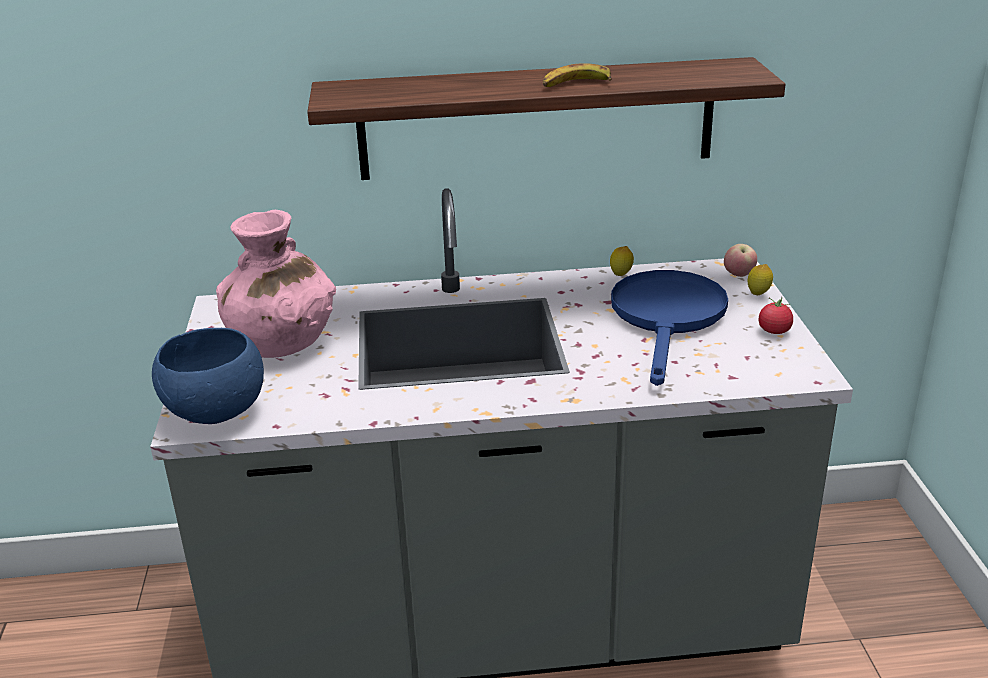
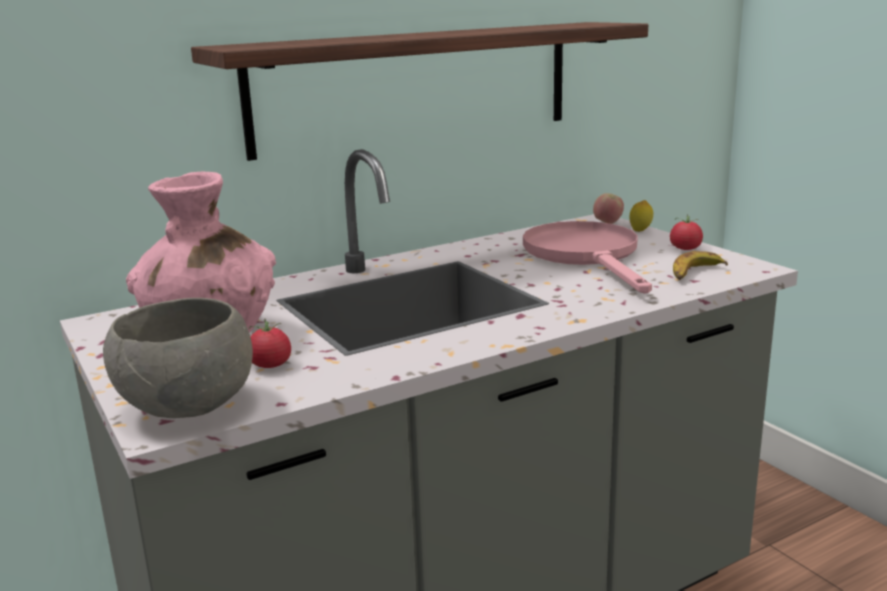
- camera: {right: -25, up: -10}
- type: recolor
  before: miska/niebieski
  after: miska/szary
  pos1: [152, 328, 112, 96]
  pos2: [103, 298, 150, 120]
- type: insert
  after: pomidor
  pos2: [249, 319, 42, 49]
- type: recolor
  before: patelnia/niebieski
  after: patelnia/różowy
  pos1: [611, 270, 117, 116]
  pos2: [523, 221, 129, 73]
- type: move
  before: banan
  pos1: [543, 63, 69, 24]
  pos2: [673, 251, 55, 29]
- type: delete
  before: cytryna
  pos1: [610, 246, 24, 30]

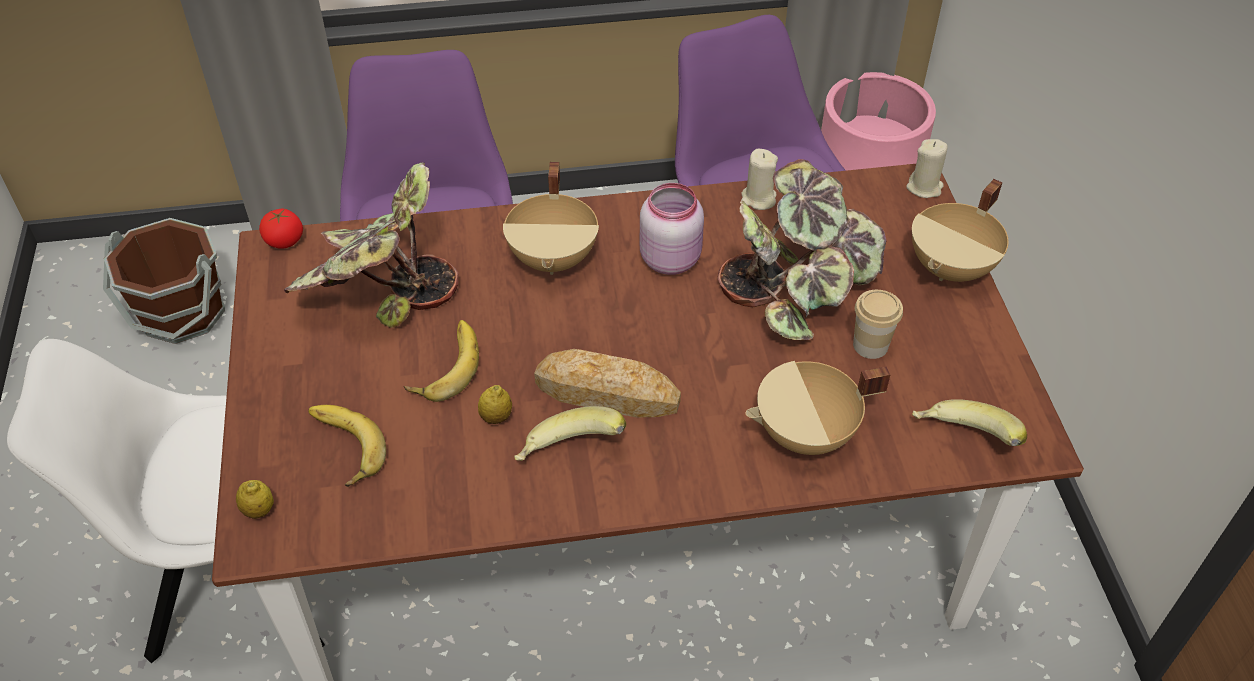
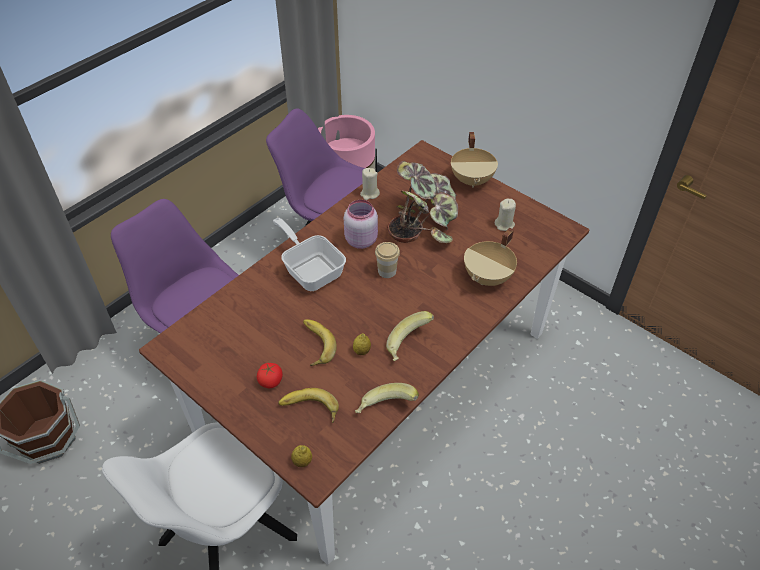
- camera: {right: -40, up: 0}
- type: move
  before: pomidor
  pos1: [259, 209, 44, 40]
  pos2: [257, 363, 26, 25]
- type: replace
  before: garnek/beżowy
  after: patelnia
  pos1: [503, 162, 96, 113]
  pos2: [273, 218, 73, 73]
- type: move
  before: banan
  pos1: [912, 399, 115, 47]
  pos2: [355, 383, 64, 30]
- type: move
  before: filiżanka
  pos1: [853, 290, 50, 69]
  pos2: [375, 242, 25, 36]
- type: move
  before: świeca/beżowy
  pos1: [906, 139, 42, 59]
  pos2: [495, 199, 21, 32]
- type: delete
  before: roślina doniczkowa
  pos1: [284, 163, 174, 165]
- type: delete
  before: chleb
  pos1: [534, 349, 147, 69]

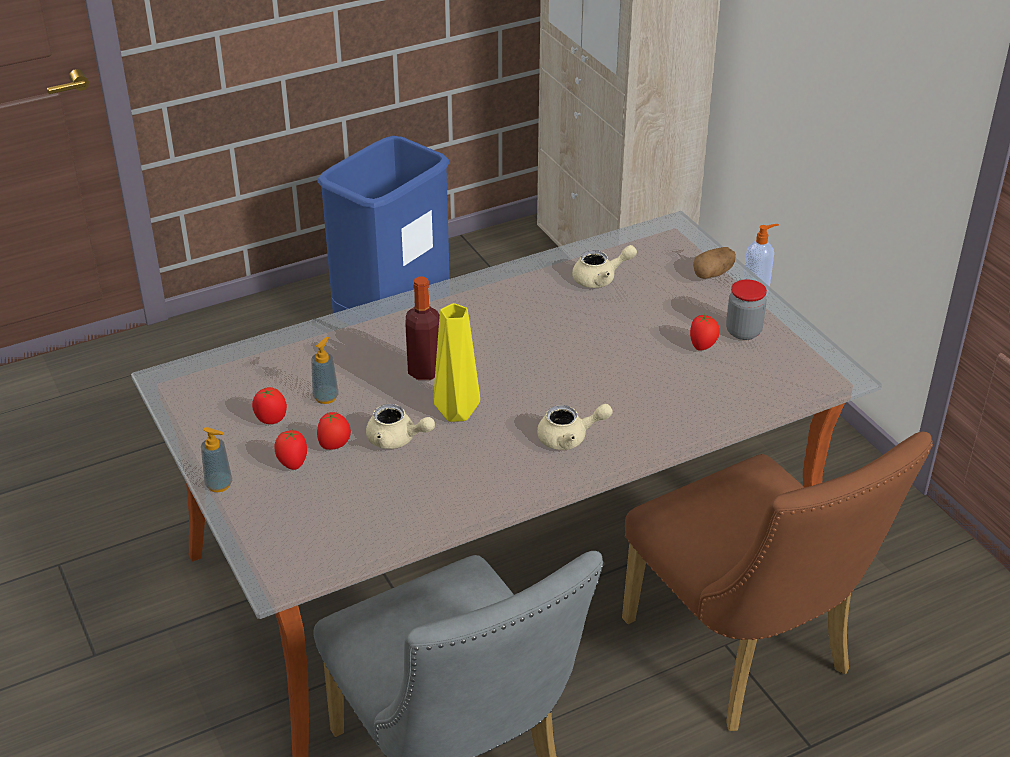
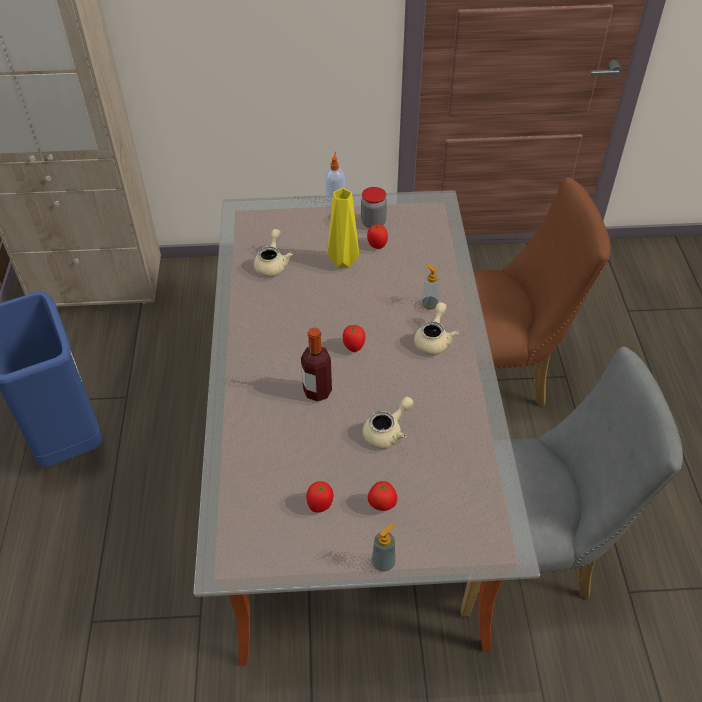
- camera: {right: -65, up: 10}
- type: move
  before: wazon/żółty
  pos1: [433, 303, 47, 119]
  pos2: [327, 188, 32, 80]
- type: move
  before: pomidor
  pos1: [317, 412, 34, 38]
  pos2: [343, 325, 22, 27]
- type: move
  before: dozownik mydła
  pos1: [311, 337, 27, 67]
  pos2: [421, 263, 19, 46]
- type: delete
  before: ziemniak
  pos1: [693, 247, 43, 32]

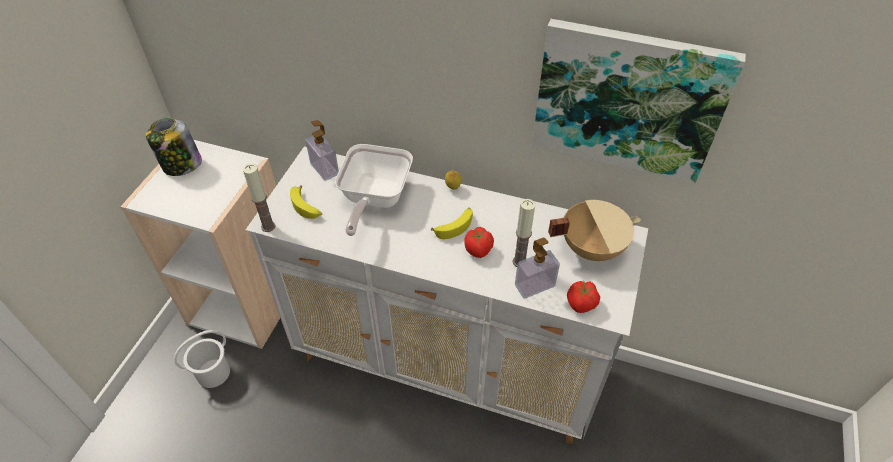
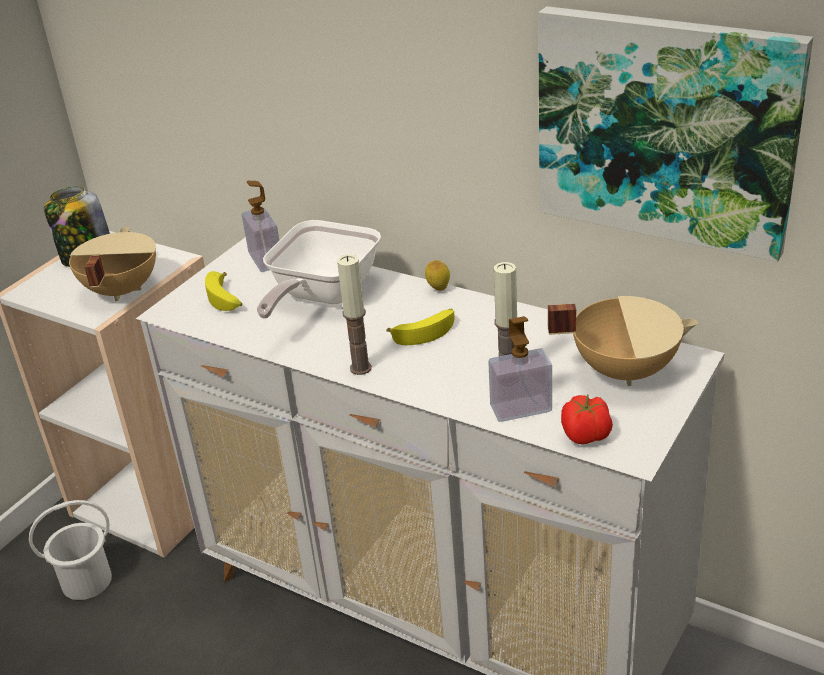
- camera: {right: 15, up: -15}
- type: insert
  after: garnek/beżowy
  pos2: [69, 227, 87, 74]
- type: move
  before: świeca
  pos1: [243, 164, 32, 68]
  pos2: [337, 254, 35, 121]
- type: delete
  before: pomidor
  pos1: [464, 227, 30, 31]

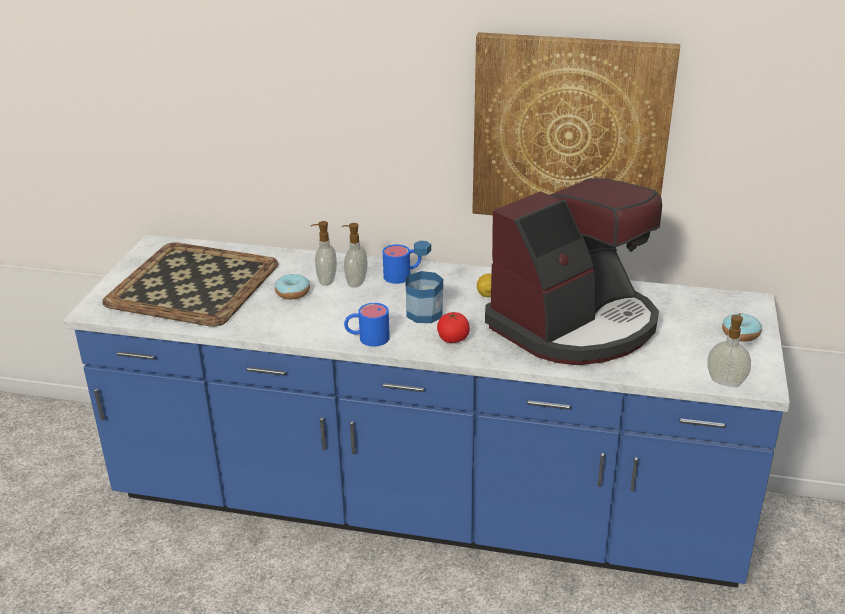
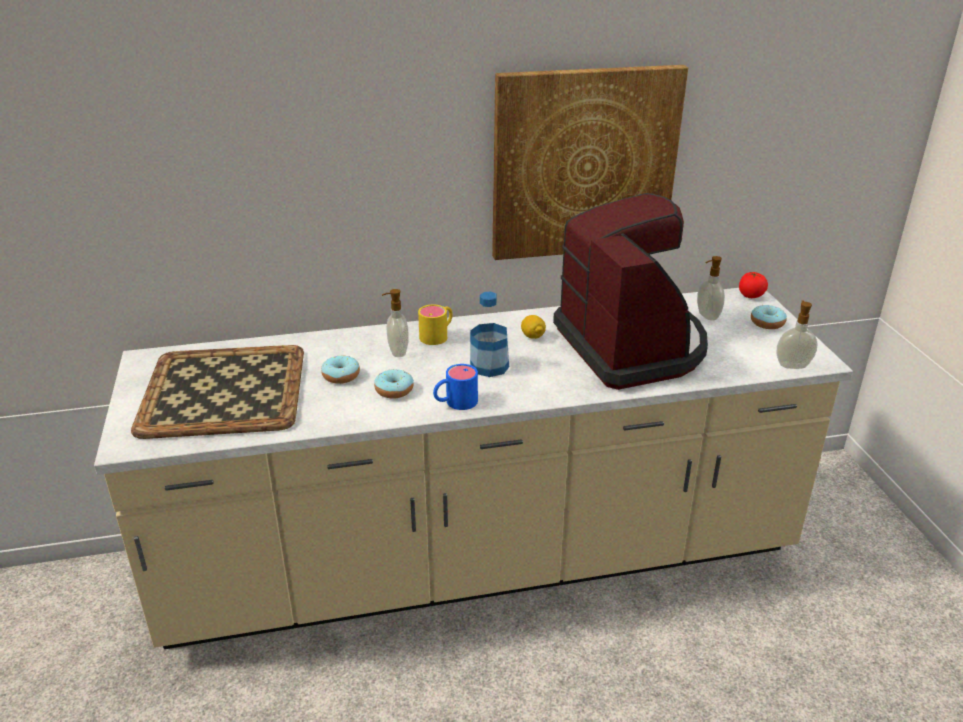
- camera: {right: -25, up: 0}
- type: recolor
  before: zabudowa kuchenna/niebieski
  after: zabudowa kuchenna/beżowy
  pos1: [63, 235, 727, 353]
  pos2: [94, 288, 759, 361]
- type: insert
  after: donut
  pos2: [374, 369, 40, 30]
- type: recolor
  before: kubek/niebieski
  after: kubek/żółty
  pos1: [383, 244, 38, 40]
  pos2: [418, 304, 35, 41]
- type: rotate
  before: ekspres do kawy
  pos1: [485, 178, 177, 187]
  pos2: [553, 193, 155, 197]
  turn: -45
- type: move
  before: dozownik mydła
  pos1: [311, 221, 26, 65]
  pos2: [697, 256, 28, 65]
- type: move
  before: pomidor
  pos1: [437, 311, 33, 32]
  pos2: [739, 271, 29, 27]

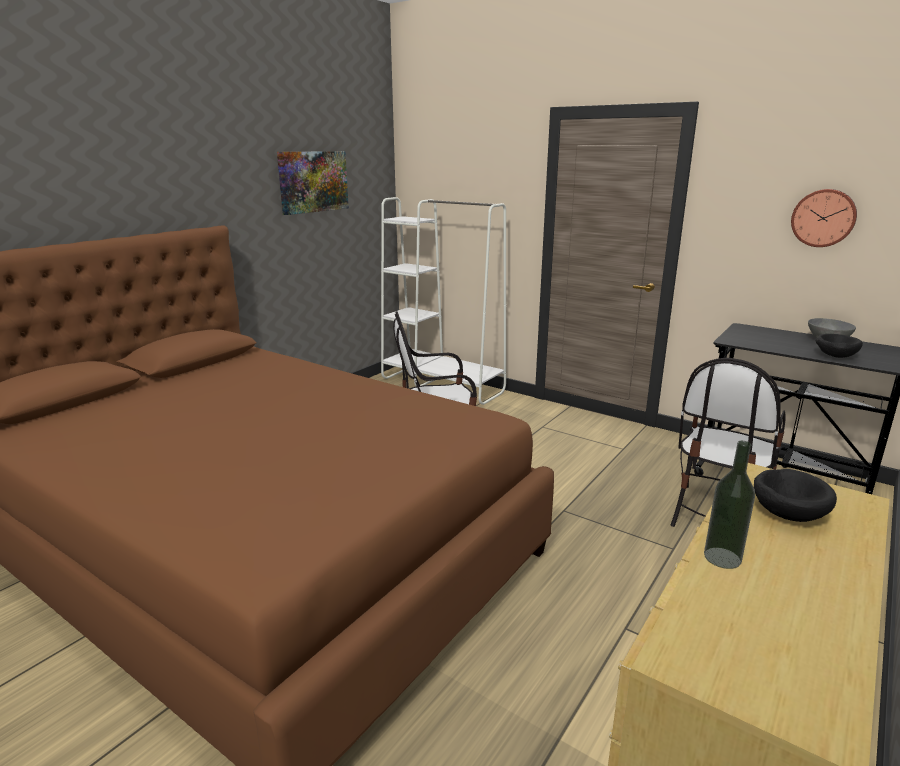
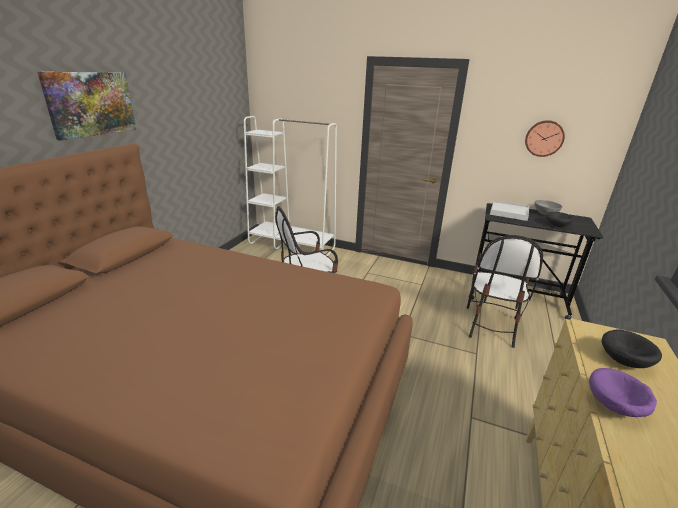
- camera: {right: -15, up: 5}
- type: move
  before: obraz
  pos1: [277, 151, 72, 64]
  pos2: [37, 72, 99, 68]
- type: insert
  after: taca/biały
  pos2: [490, 200, 39, 21]
- type: replace
  before: butelka
  after: miska/fioletowy
  pos1: [704, 441, 51, 128]
  pos2: [589, 368, 68, 49]

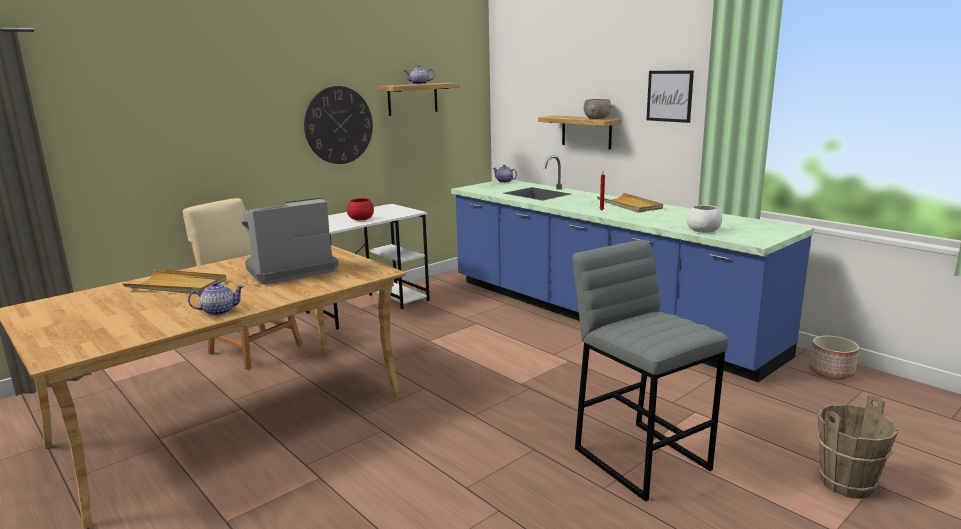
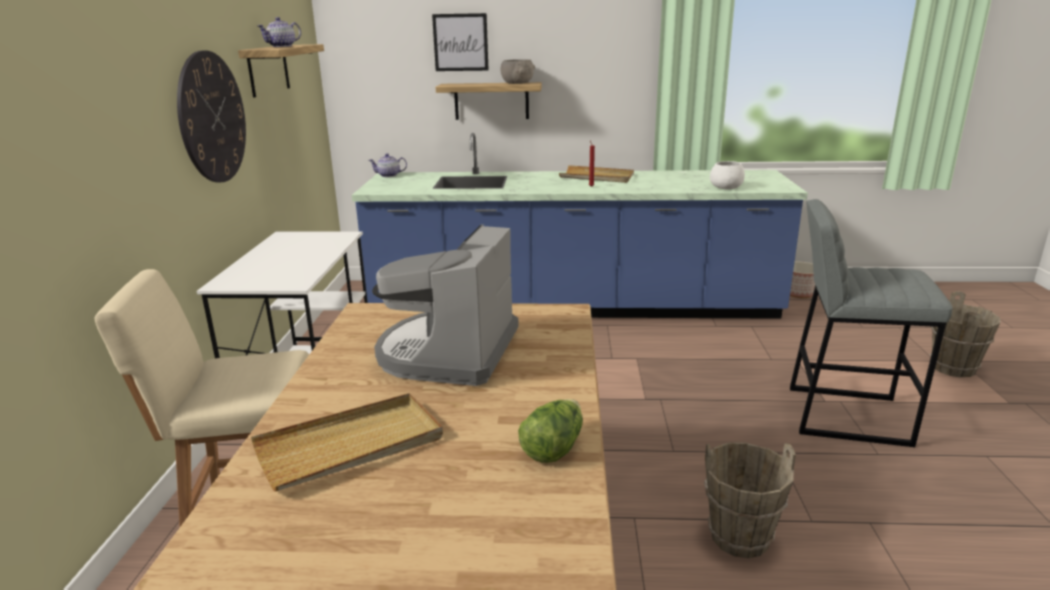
- camera: {right: -45, up: 5}
- type: move
  before: obraz
  pos1: [647, 70, 47, 53]
  pos2: [432, 13, 57, 58]
- type: replace
  before: imbryk
  after: sałata
  pos1: [188, 282, 56, 34]
  pos2: [518, 399, 65, 64]
- type: insert
  after: wiadro/brązowy
  pos2: [704, 442, 92, 116]
- type: delete
  before: miska/czerwony
  pos1: [347, 198, 27, 22]

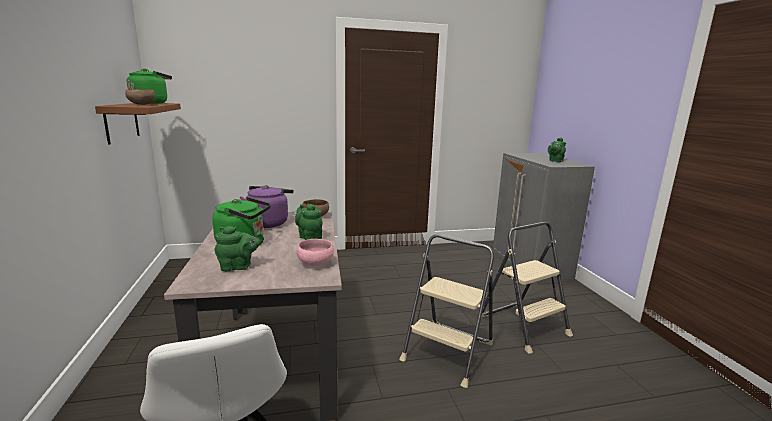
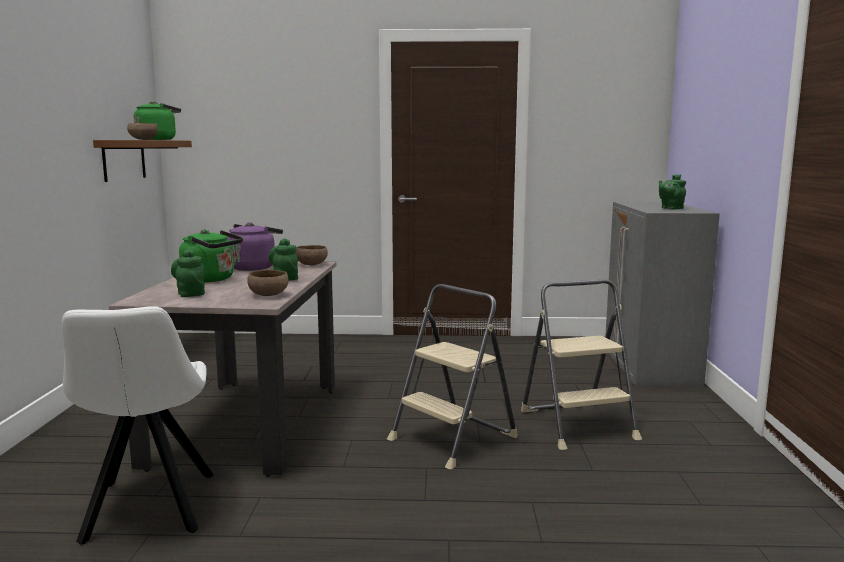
- camera: {right: 15, up: -5}
- type: rotate
  before: imbryk/zielony
  pos1: [215, 226, 49, 45]
  pos2: [171, 249, 34, 48]
  turn: -120
- type: recolor
  before: miska/różowy
  after: miska/brązowy
  pos1: [297, 239, 37, 27]
  pos2: [247, 270, 42, 26]

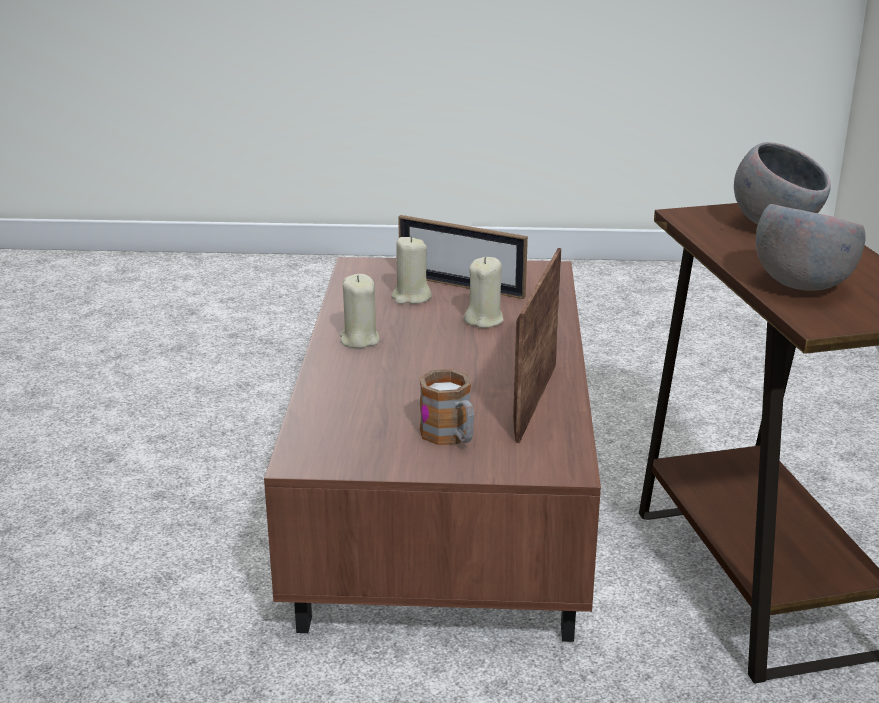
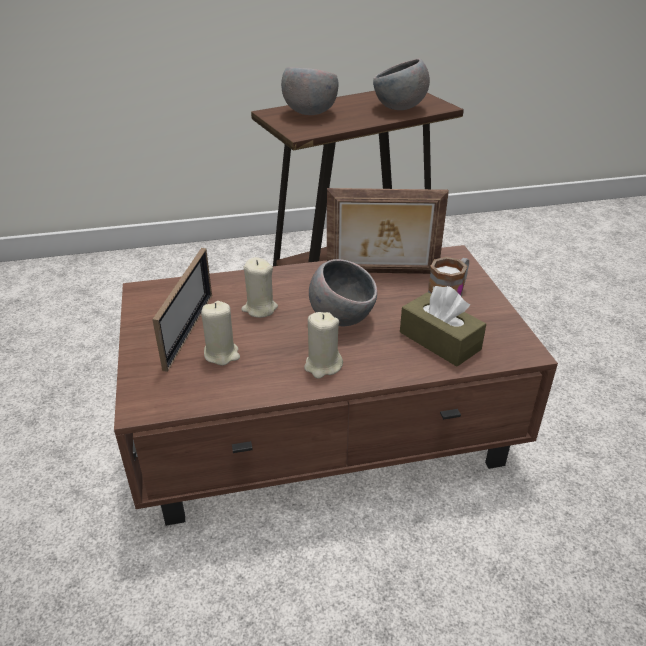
- camera: {right: -105, up: 10}
- type: insert
  after: miska/szary
  pos2: [309, 259, 68, 67]
- type: insert
  after: pudełko chusteczek/brązowy
  pos2: [400, 286, 86, 81]

